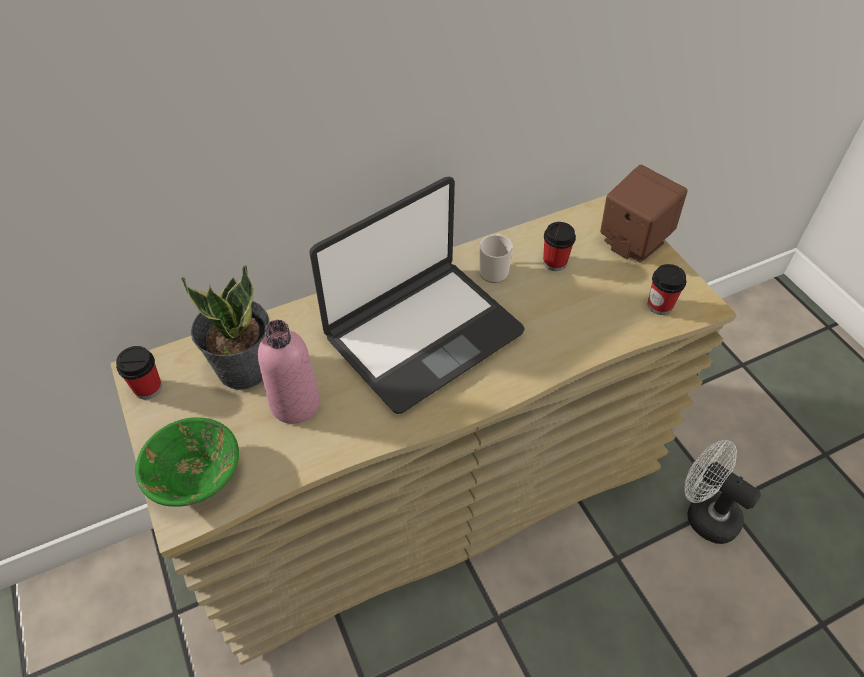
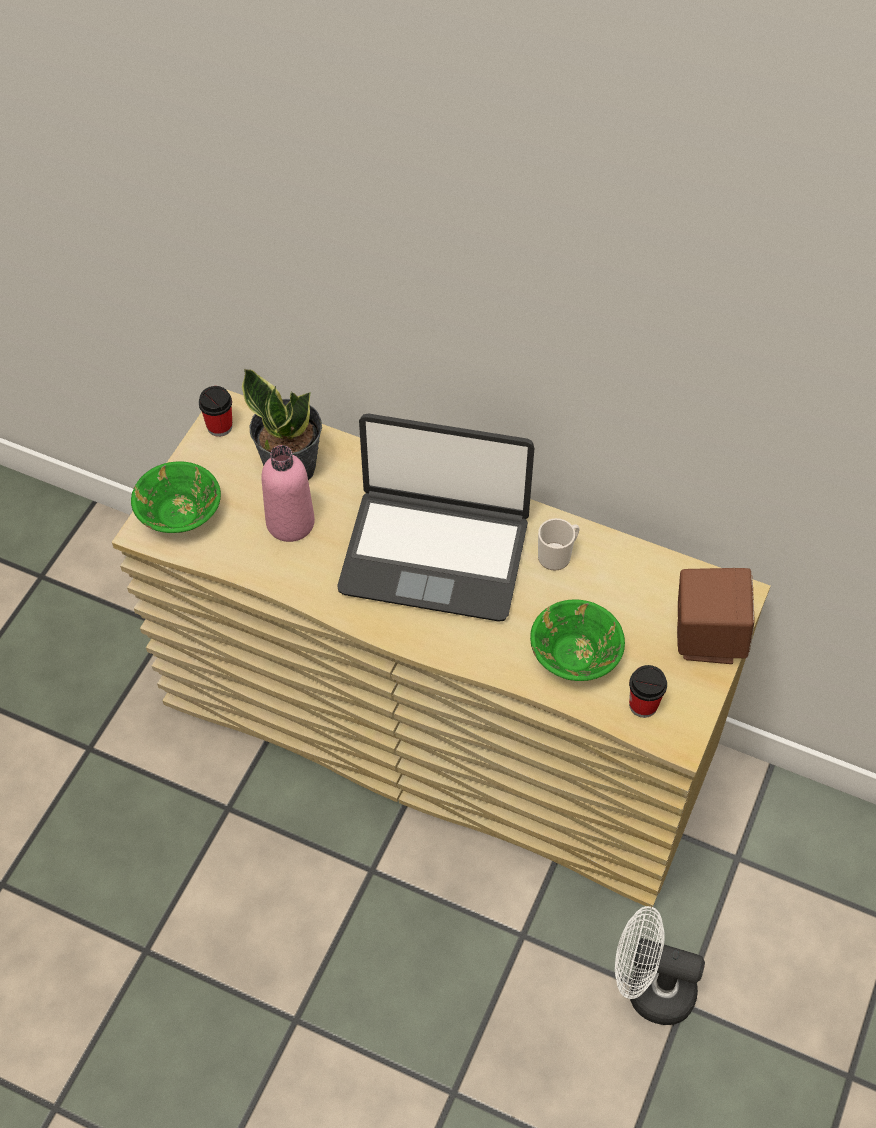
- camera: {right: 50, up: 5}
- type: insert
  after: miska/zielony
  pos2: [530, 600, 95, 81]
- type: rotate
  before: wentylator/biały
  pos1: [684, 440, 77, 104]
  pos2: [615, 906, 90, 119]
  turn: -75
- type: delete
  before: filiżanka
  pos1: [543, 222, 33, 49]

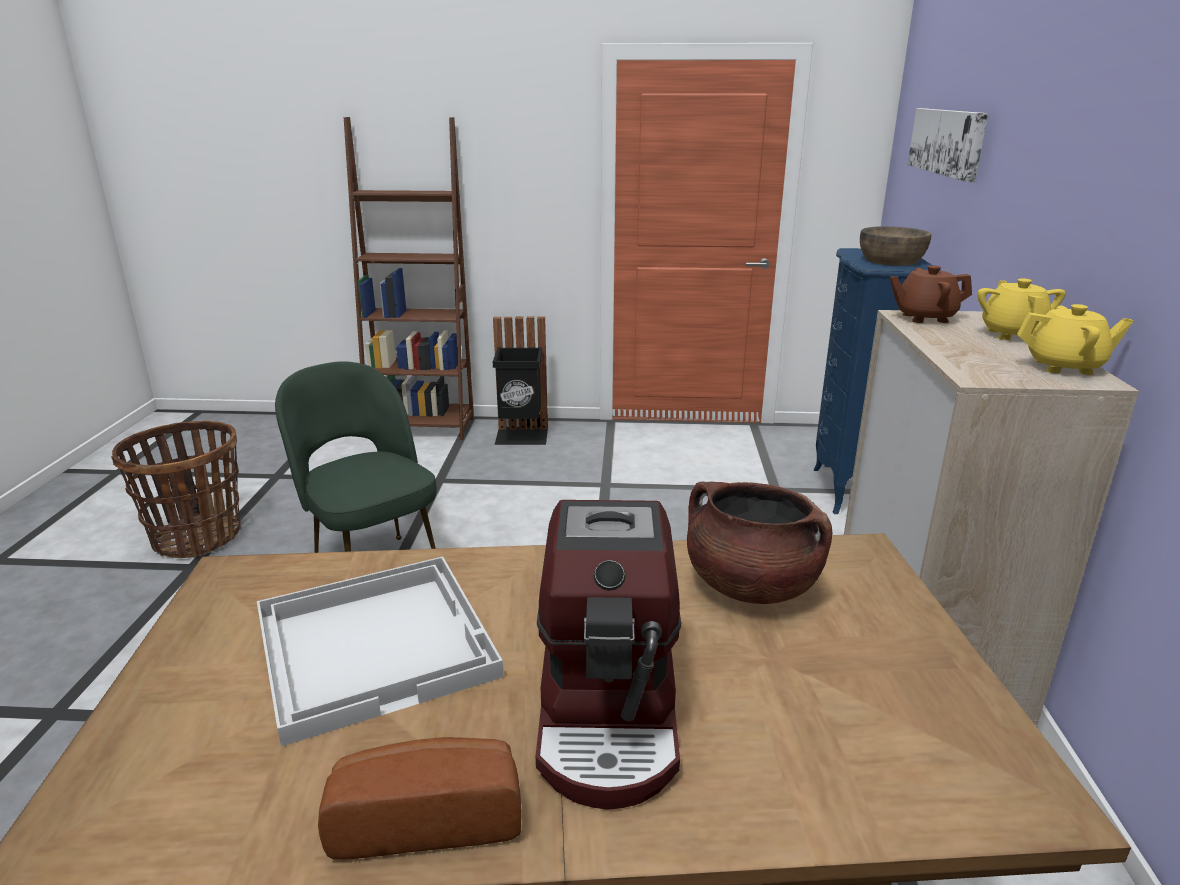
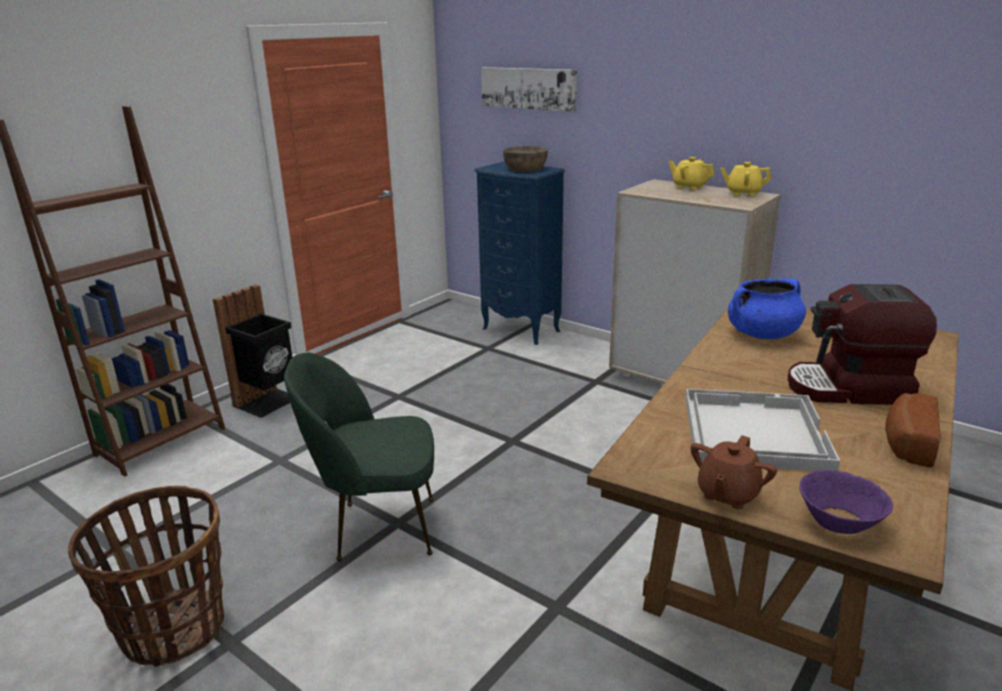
- camera: {right: -55, up: 0}
- type: move
  before: imbryk/brązowy
  pos1: [890, 265, 82, 58]
  pos2: [691, 435, 86, 75]
- type: rotate
  before: imbryk/żółty
  pos1: [1017, 304, 116, 71]
  pos2: [720, 162, 51, 34]
  turn: -120
- type: recolor
  before: garnek/brązowy
  after: garnek/niebieski
  pos1: [687, 481, 146, 123]
  pos2: [728, 279, 78, 60]
- type: rotate
  before: ekspres do kawy
  pos1: [536, 500, 145, 310]
  pos2: [788, 284, 149, 121]
  turn: 150
- type: insert
  after: miska/fioletowy
  pos2: [799, 470, 94, 64]

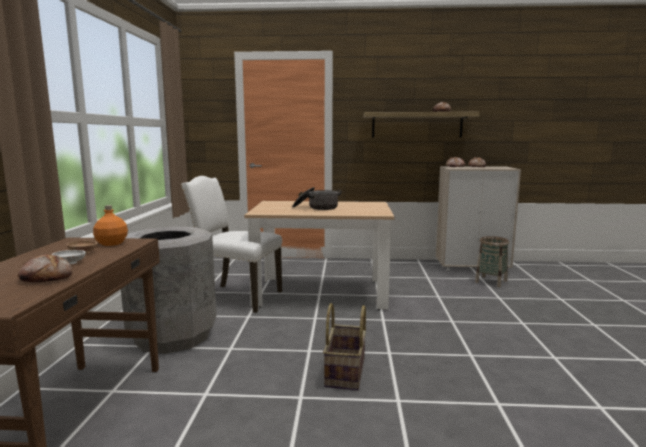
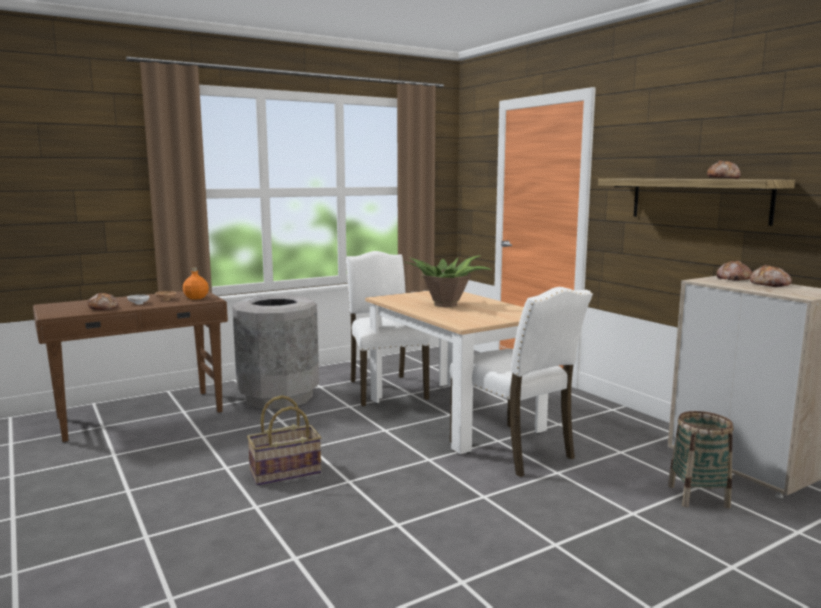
- camera: {right: 55, up: 0}
- type: replace
  before: garnek
  after: roślina doniczkowa
  pos1: [292, 187, 50, 23]
  pos2: [405, 255, 87, 52]
- type: insert
  after: krzesło/biały
  pos2: [450, 287, 143, 190]

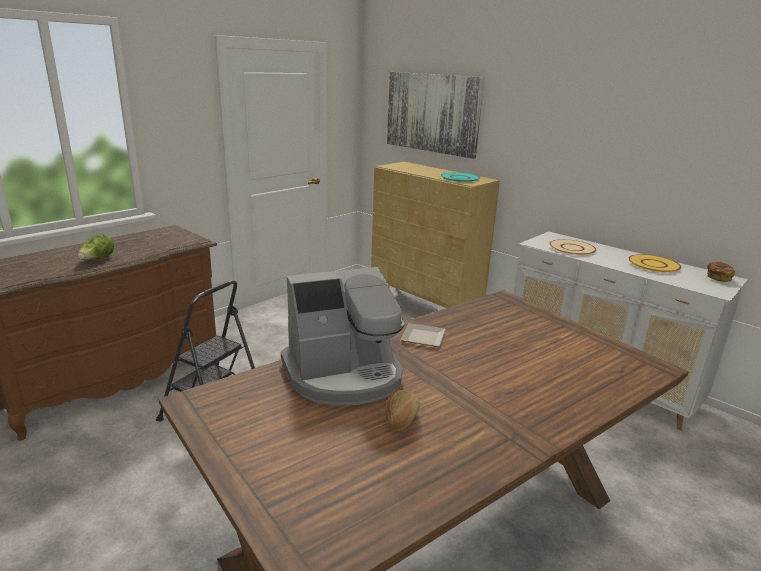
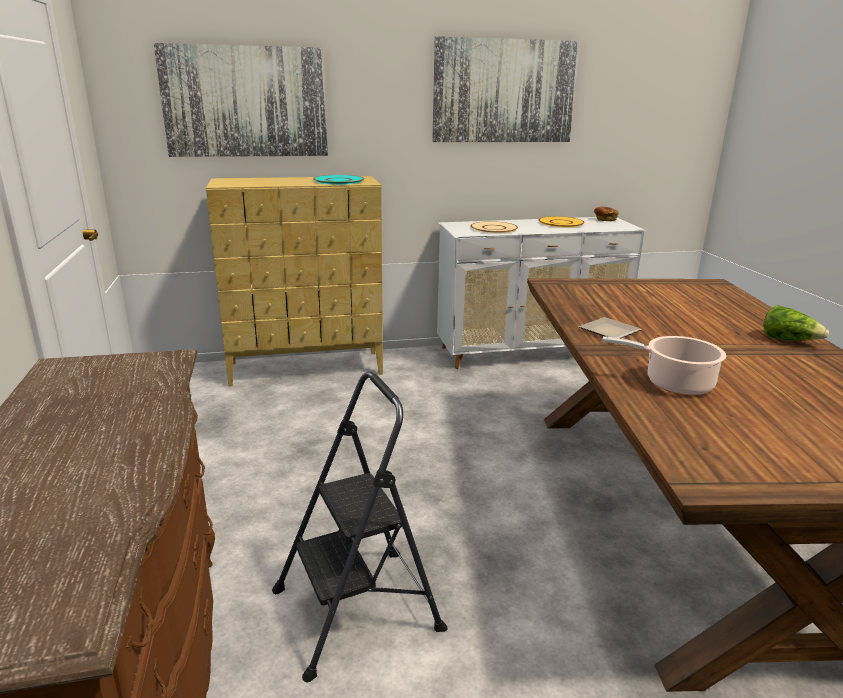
- camera: {right: -55, up: 0}
- type: insert
  after: obraz
  pos2: [432, 36, 148, 106]
- type: replace
  before: ekspres do kawy
  after: garnek
  pos1: [281, 267, 123, 139]
  pos2: [603, 336, 123, 59]
- type: move
  before: sałata
  pos1: [78, 234, 36, 26]
  pos2: [764, 305, 65, 36]
- type: delete
  before: chleb
  pos1: [385, 390, 35, 41]

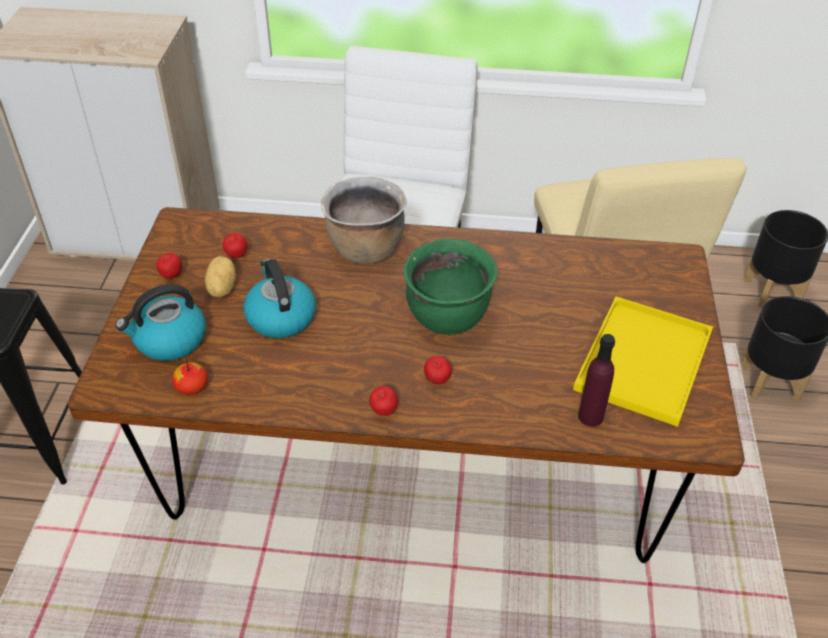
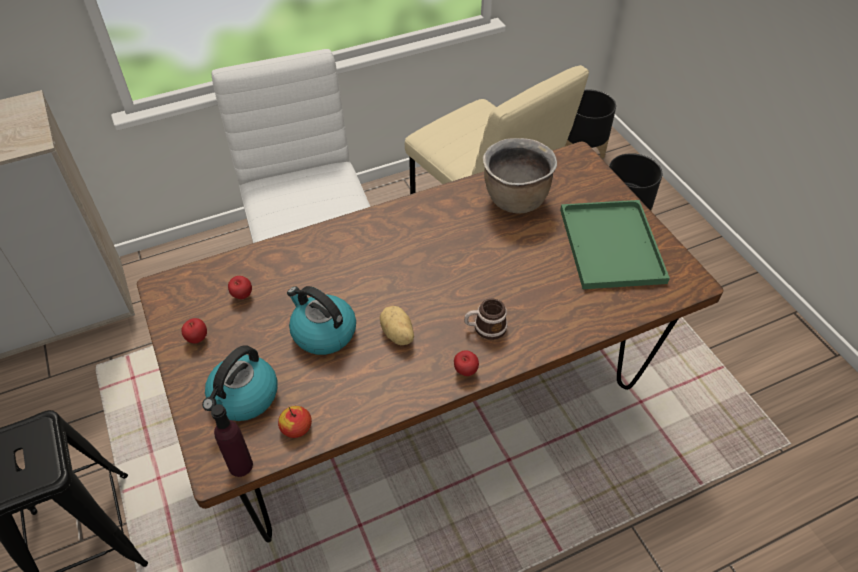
- camera: {right: -30, up: 5}
- type: move
  before: butelka/fioletowy
  pos1: [578, 334, 37, 93]
  pos2: [211, 404, 42, 73]
- type: move
  before: ziemniak
  pos1: [205, 256, 31, 41]
  pos2: [380, 306, 34, 39]
- type: replace
  before: jabłko
  after: kubek
  pos1: [424, 356, 28, 28]
  pos2: [464, 298, 43, 42]
- type: move
  before: garnek/brązowy
  pos1: [321, 177, 86, 87]
  pos2: [483, 138, 74, 76]
- type: recolor
  before: taca/żółty
  after: taca/zielony
  pos1: [573, 296, 140, 131]
  pos2: [560, 200, 110, 89]
- type: delete
  before: garnek/zielony
  pos1: [404, 239, 94, 96]

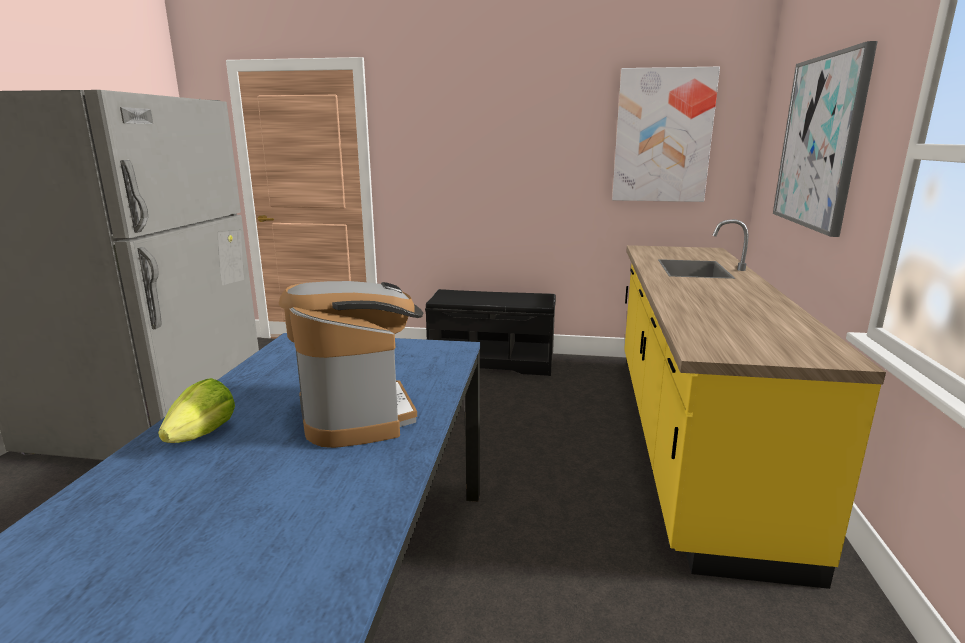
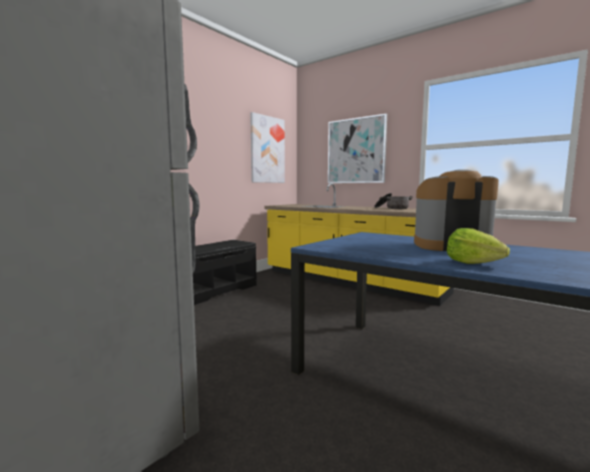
- camera: {right: -60, up: -10}
- type: insert
  after: garnek
  pos2: [374, 193, 38, 16]

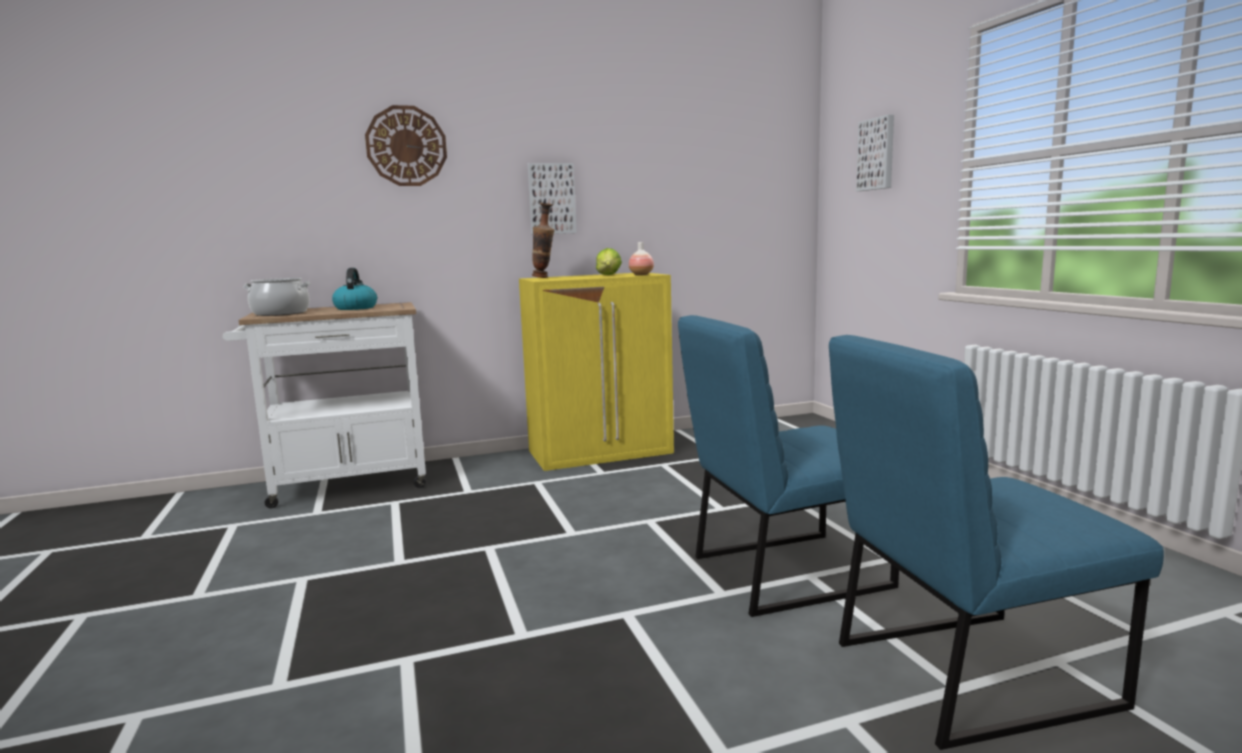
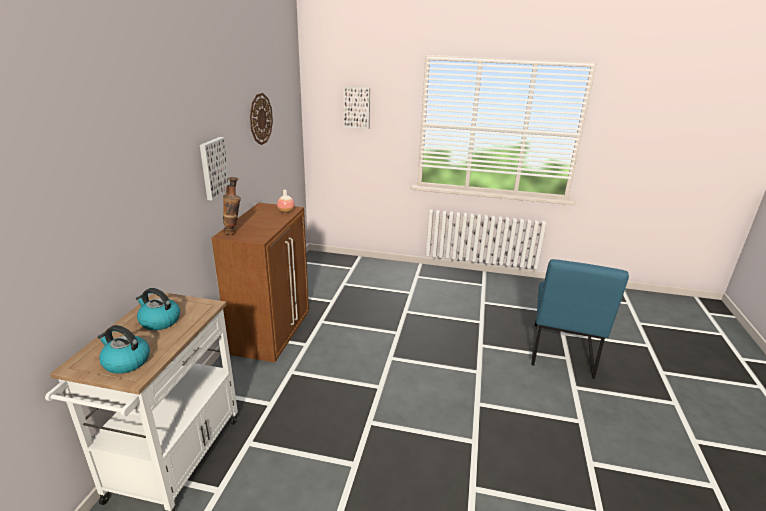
- camera: {right: -60, up: 15}
- type: replace
  before: garnek
  after: czajnik
  pos1: [244, 278, 66, 38]
  pos2: [98, 325, 52, 49]
- type: recolor
  before: szafka/żółty
  after: szafka/brązowy
  pos1: [519, 273, 155, 198]
  pos2: [211, 203, 98, 159]
- type: move
  before: zegar ścienny
  pos1: [365, 105, 82, 81]
  pos2: [250, 93, 23, 52]
- type: delete
  before: sałata
  pos1: [596, 248, 26, 27]
- type: delete
  before: krzesło/niebieski
  pos1: [678, 315, 221, 302]

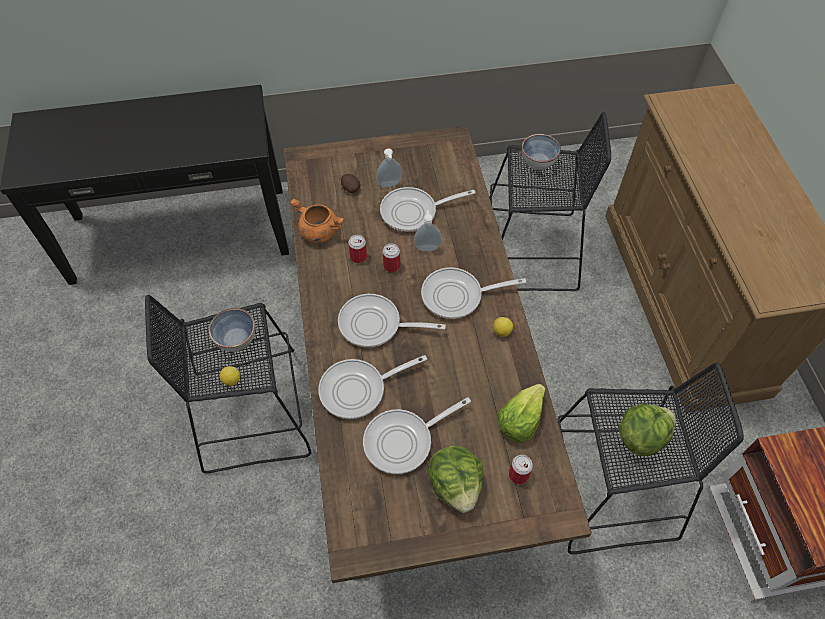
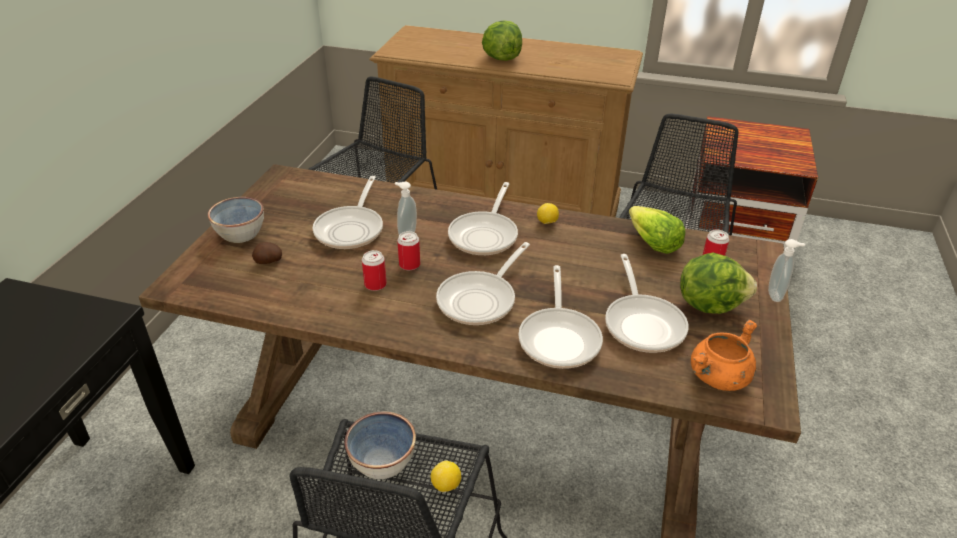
- camera: {right: -65, up: -20}
- type: move
  before: miska
  pos1: [522, 134, 39, 36]
  pos2: [208, 197, 56, 46]
- type: move
  before: sałata
  pos1: [619, 404, 57, 52]
  pos2: [482, 20, 40, 41]
- type: move
  before: garnek/pomarańczowy
  pos1: [290, 199, 54, 44]
  pos2: [691, 319, 67, 72]
- type: move
  before: dozownik mydła
  pos1: [377, 149, 25, 38]
  pos2: [768, 239, 37, 63]

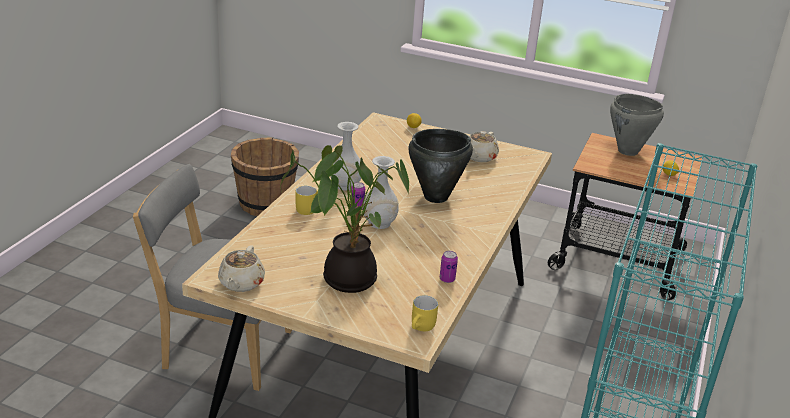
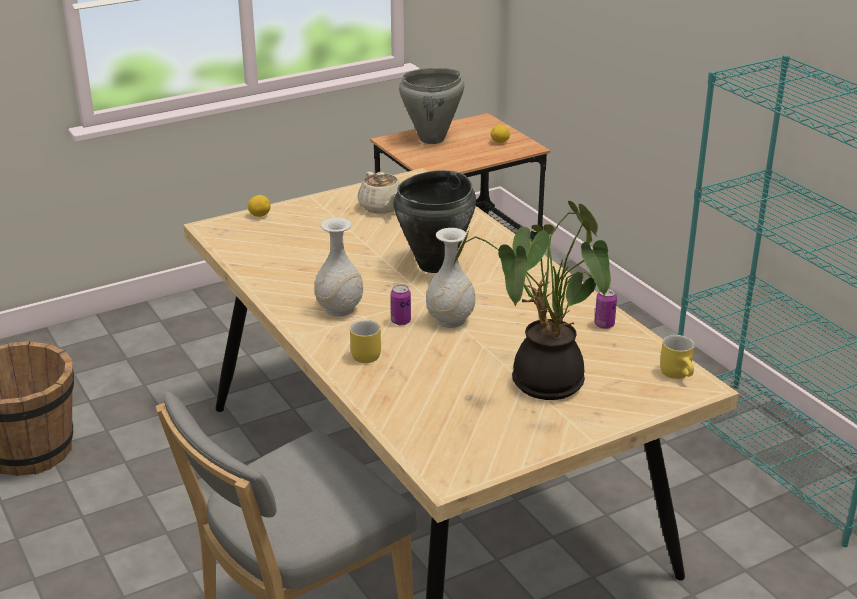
- camera: {right: -50, up: 0}
- type: delete
  before: imbryk/beżowy
  pos1: [218, 245, 47, 47]

